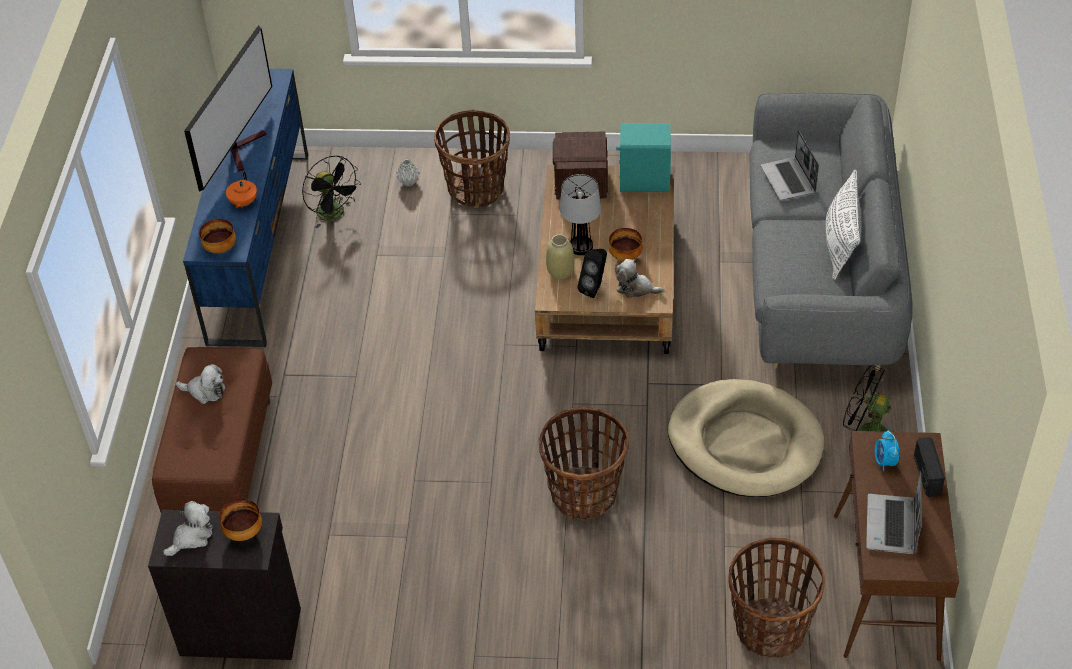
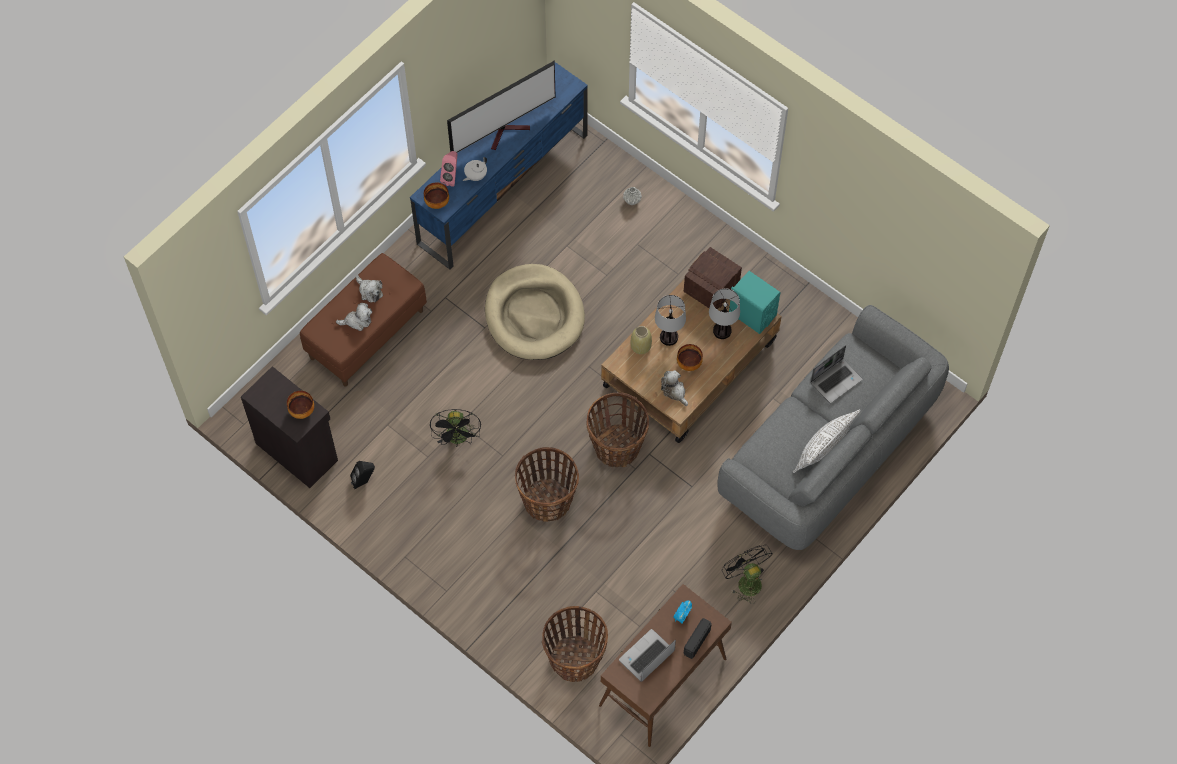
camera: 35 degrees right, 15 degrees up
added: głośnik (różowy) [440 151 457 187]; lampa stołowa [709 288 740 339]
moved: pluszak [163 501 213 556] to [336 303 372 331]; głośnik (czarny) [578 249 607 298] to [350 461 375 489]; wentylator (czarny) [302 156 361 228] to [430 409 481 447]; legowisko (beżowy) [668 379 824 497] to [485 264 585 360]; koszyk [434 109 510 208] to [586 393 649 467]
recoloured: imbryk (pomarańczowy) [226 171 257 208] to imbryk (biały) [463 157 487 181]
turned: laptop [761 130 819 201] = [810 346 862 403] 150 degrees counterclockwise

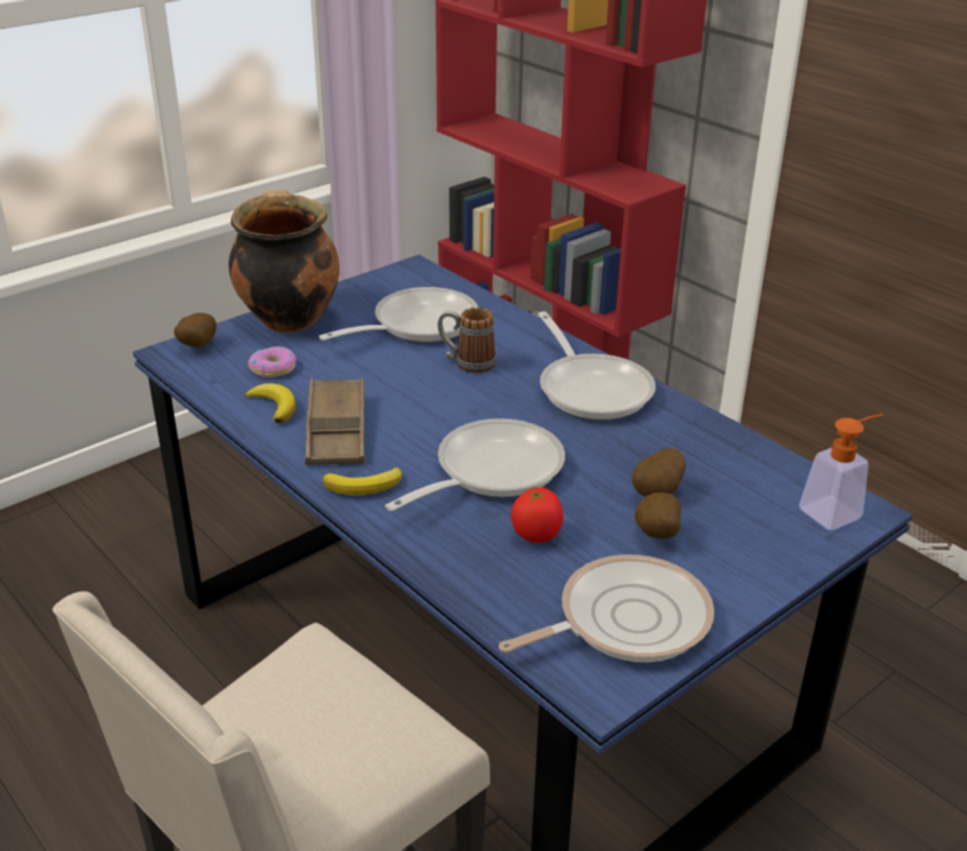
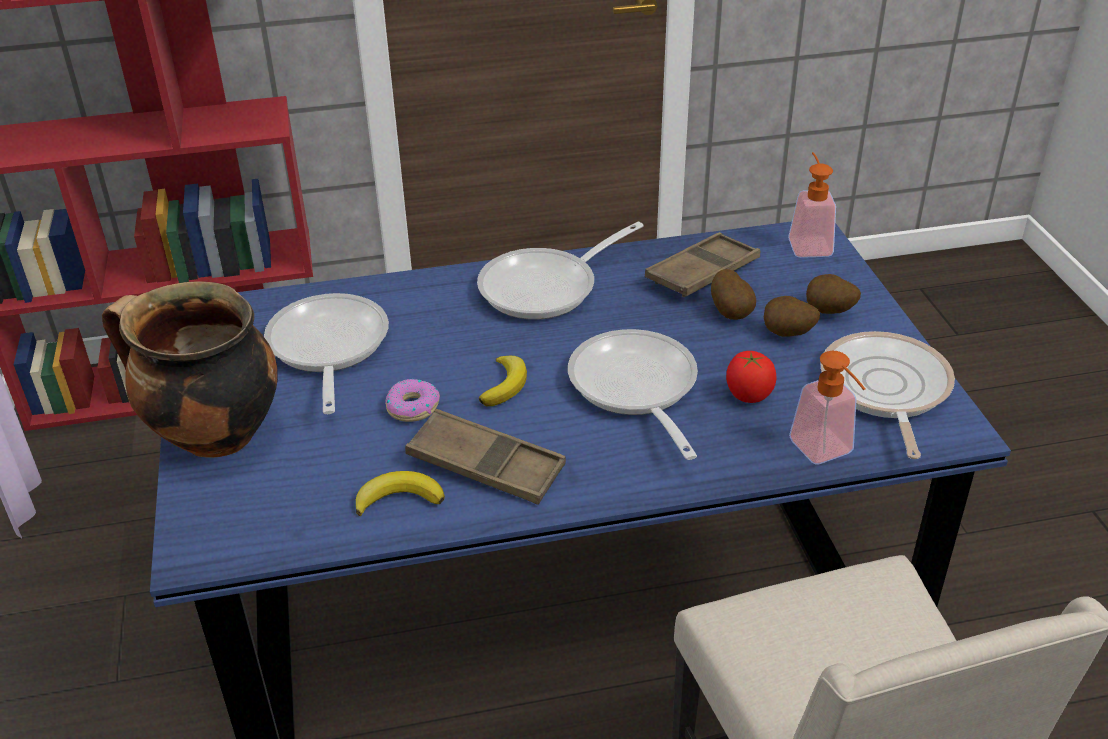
camera: 60 degrees left, 5 degrees up
removed: kubek [438 307 496 373]
added: taca (brązowy) [645 232 760 297]; dozownik mydła [789 351 865 464]
moved: donut [248 346 296 377] to [385 379 440 422]; banan [323 467 402 495] to [479 356 527 406]; ziemniak [174 313 216 347] to [806 274 861 314]
turned: patelnia [538 312 656 420] = [477 222 644 320] 135 degrees clockwise

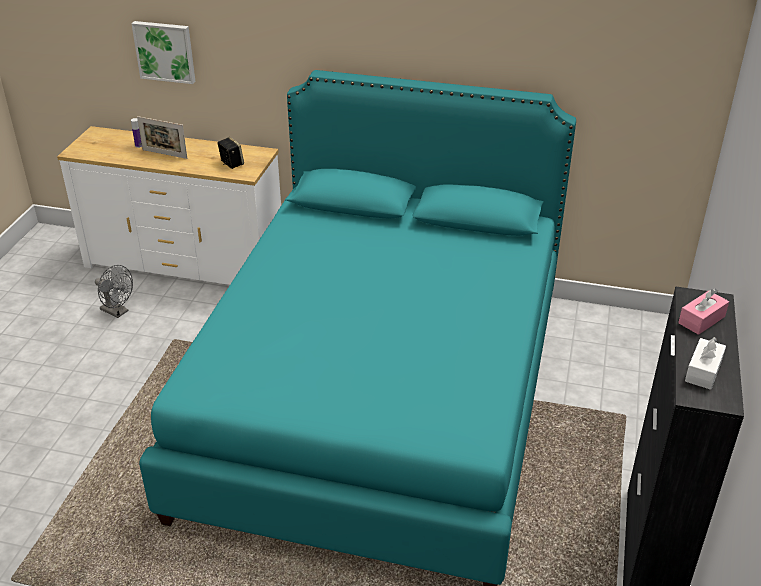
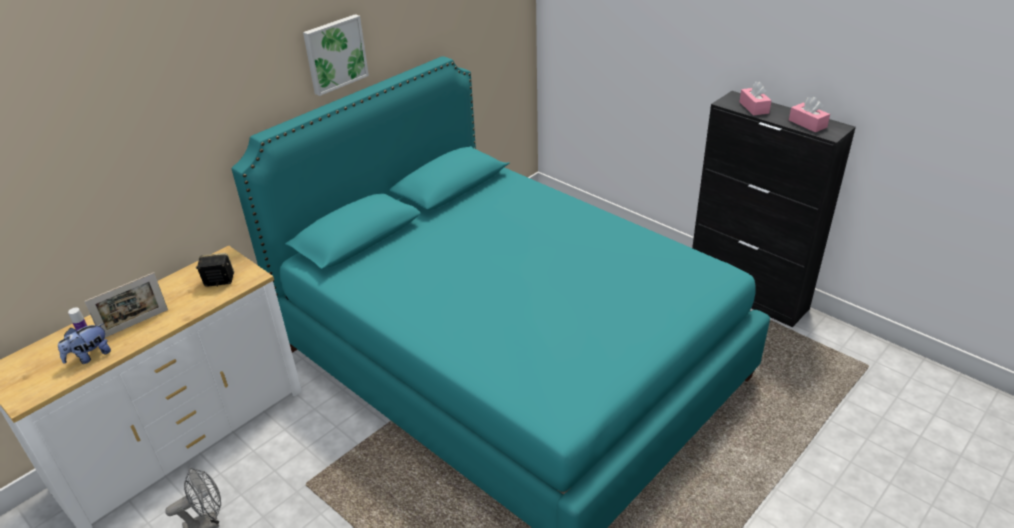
camera: 60 degrees left, 0 degrees up
added: pluszak [58 323 111 364]
moved: obraz [131 21 195 84] to [303 14 369 96]
recoloured: pudełko chusteczek (biały) [685 337 726 390] to pudełko chusteczek (różowy) [789 97 830 132]

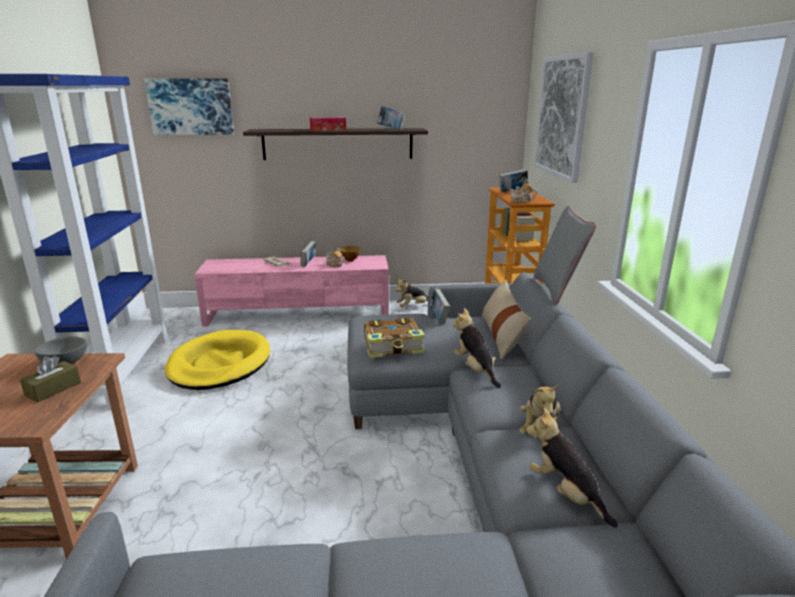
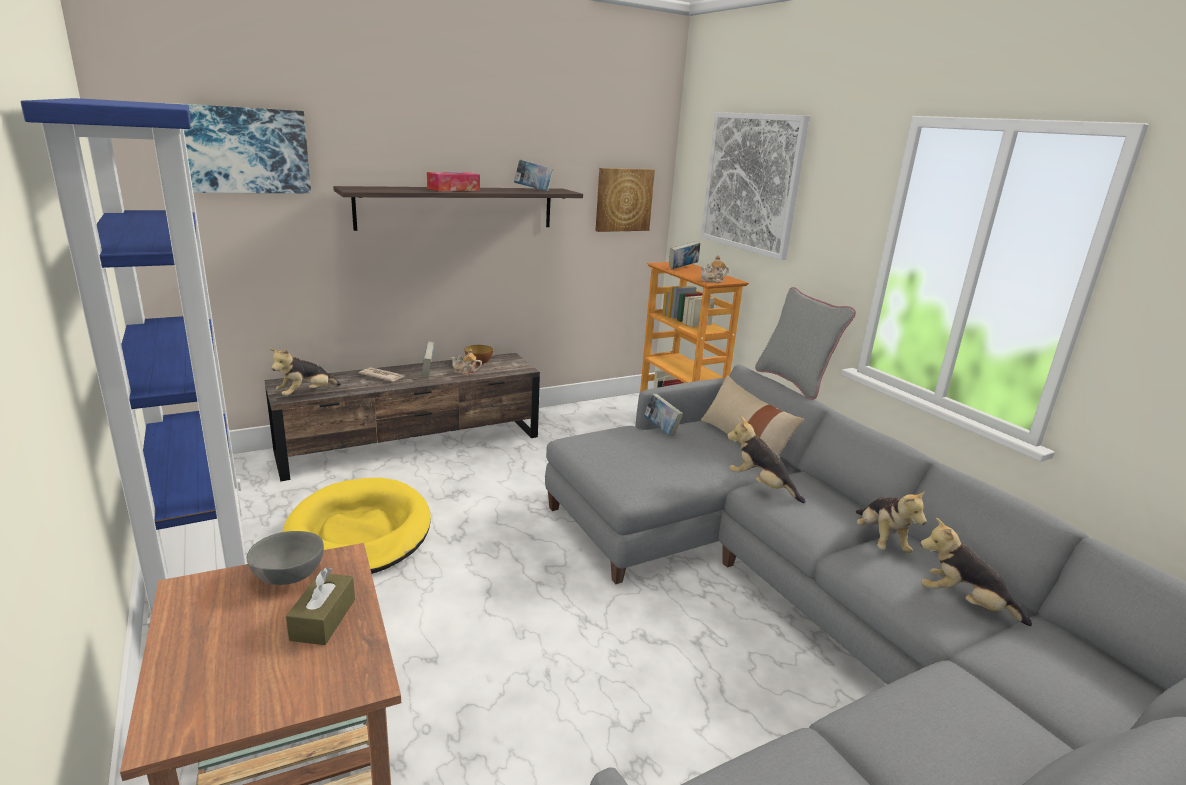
camera: 25 degrees left, 0 degrees up
removed: książka [364 318 425 358]
added: obraz [596 168 655 232]
moved: pluszak [396 278 428 307] to [270 348 341 396]
recoloured: szafka pod telewizor (różowy) [194 255 389 327] to szafka pod telewizor (brązowy) [264 353 540 482]

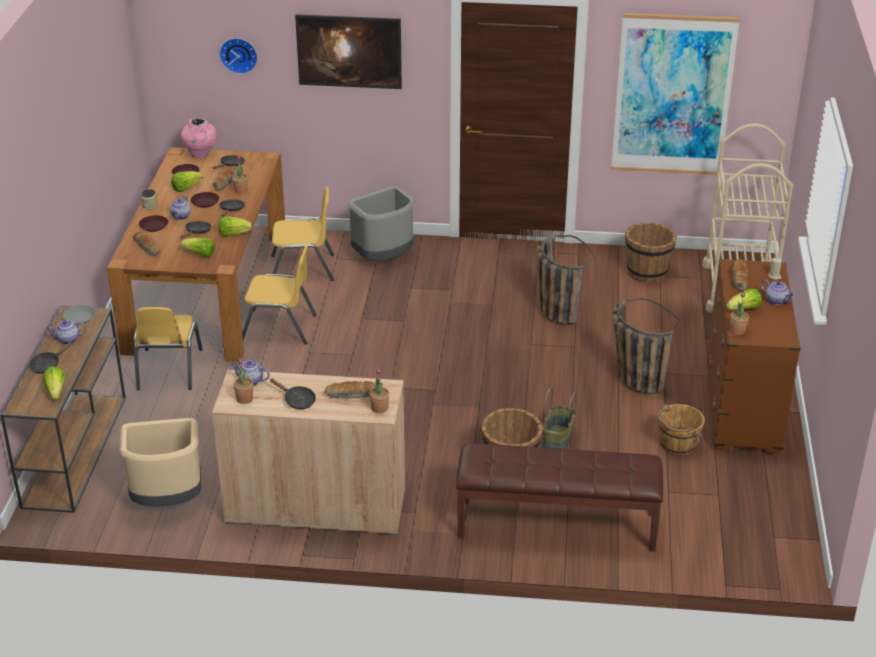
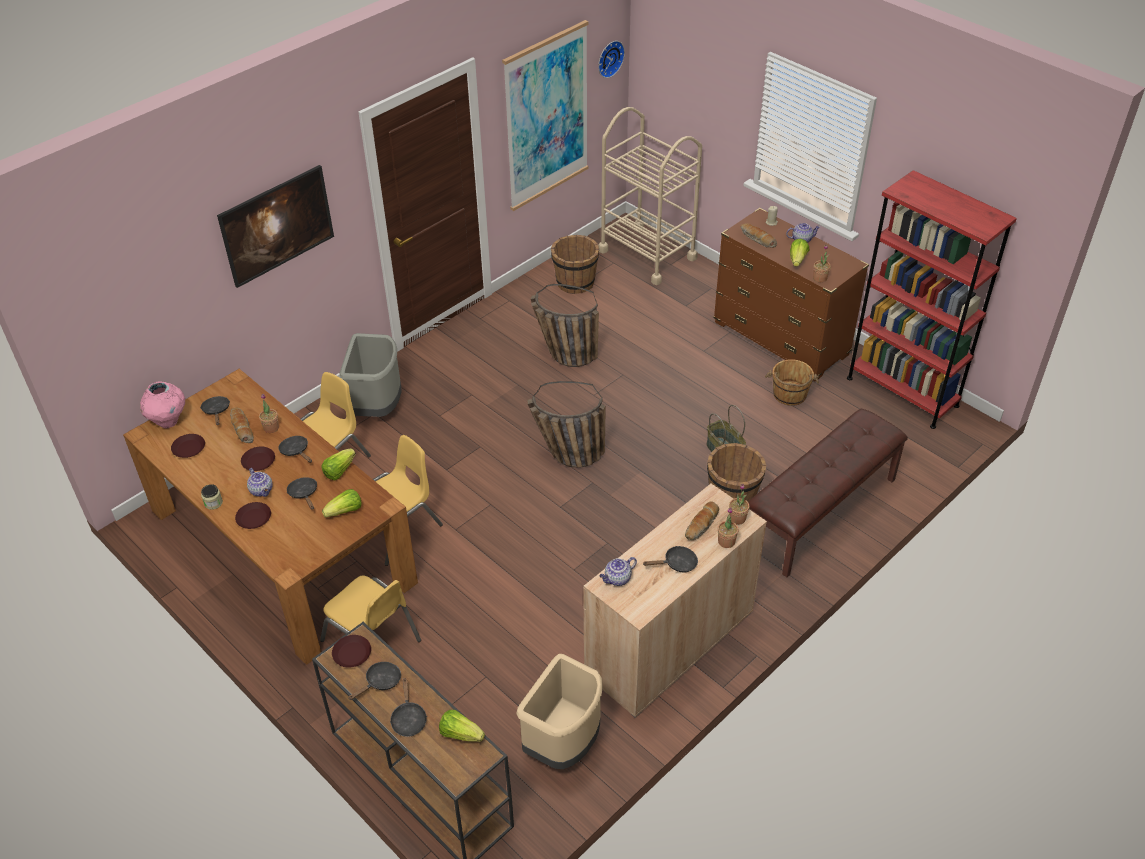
camera: 50 degrees left, 10 degrees up
removed: chleb [133 231 161 256]; sałata [171 171 202 192]
added: regał (czerwony) [847 170 1017 429]
moved: koszyk [612 298 680 394] to [527 381 606 468]; zegar ścienny [219 38 258 74] to [598 41 625 78]; roślina doniczkowa [233 359 253 404] to [718 507 738 548]
replaced: imbryk [46 320 86 344] to patelnia (czarny) [348 662 401 700]
recoloured: talerz (szary) [63 305 96 324] to talerz (brązowy) [332 635 371 668]

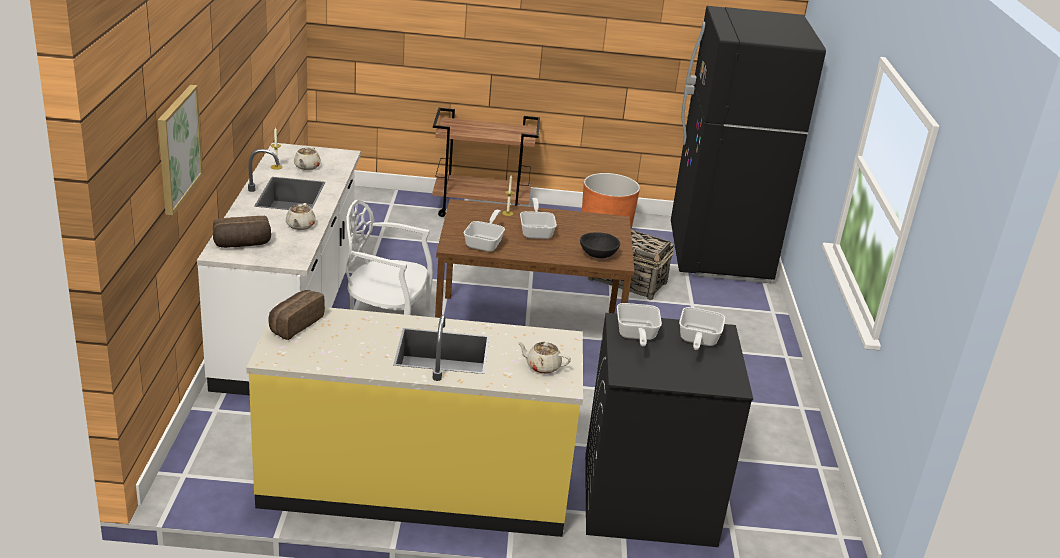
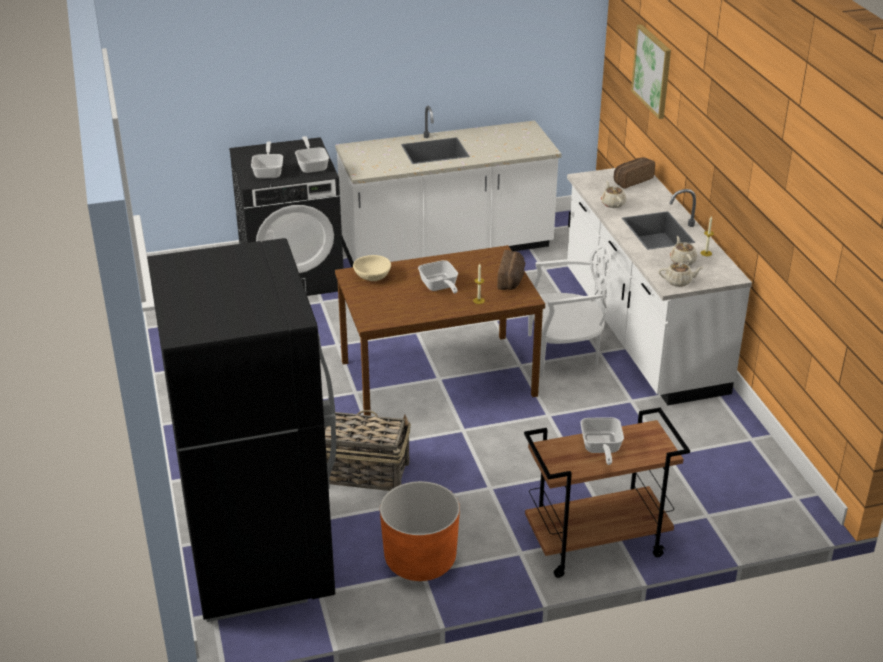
camera: 165 degrees right, 5 degrees up
moved: chleb [268 290 325 340] to [497 250 526 290]; patelnia [464 210 505 252] to [580 417 624 465]; imbryk (beżowy) [517 342 571 374] to [659 262 703 287]
recoloured: zabudowa kuchenna (żółty) [246 303 583 537] to zabudowa kuchenna (biały) [335 106 562 267]; miska (czarny) [580 232 620 258] to miska (beżowy) [353 255 391 281]

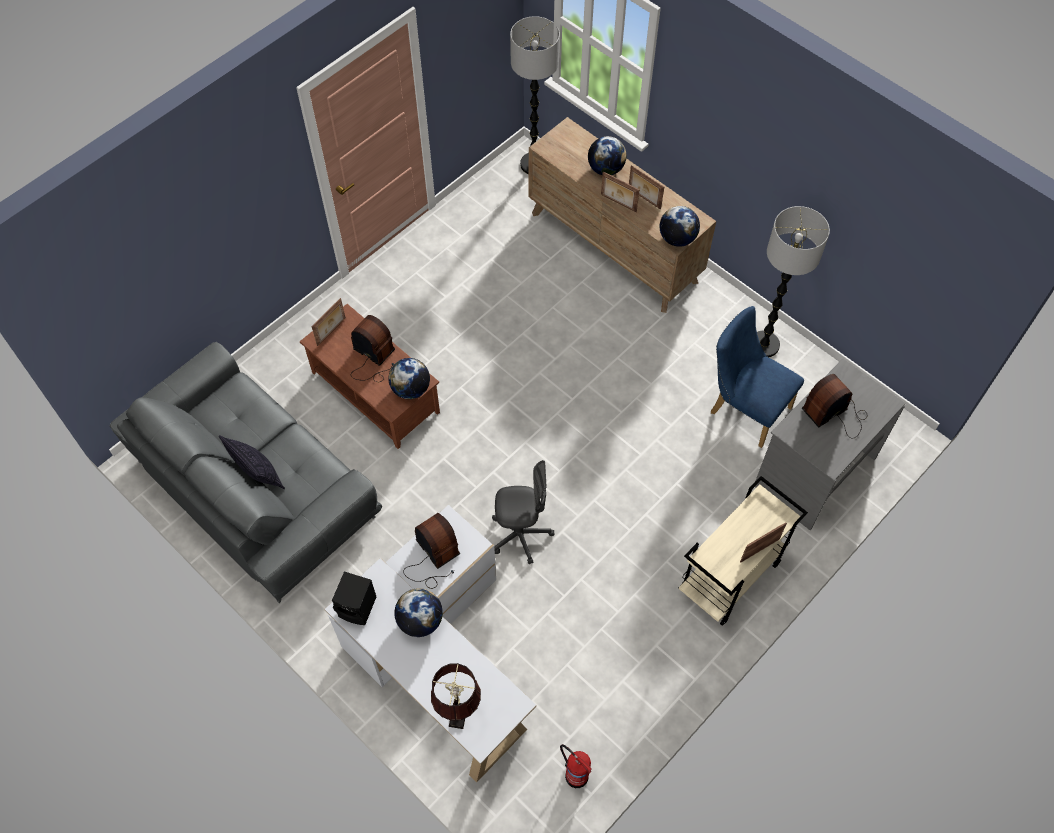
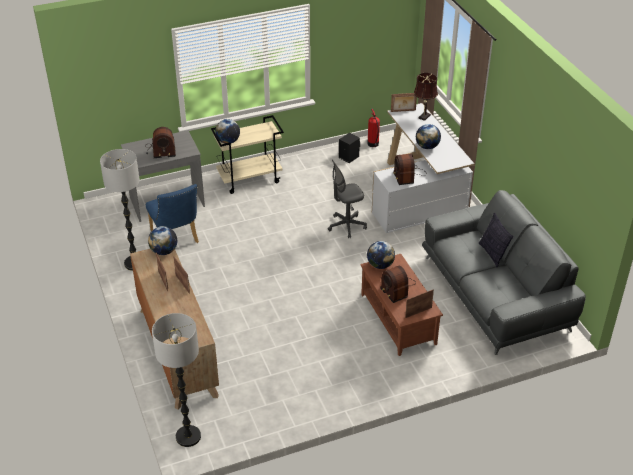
camera: 155 degrees left, 20 degrees down
moved: globus [588 136 627 175] to [215 119 240 144]; głośnik (czarny) [332 571 376 625] to [339 133 360 163]; ramka na zdjęcie [740 523 787 563] to [391 93 417 112]
turned: krzesło biurowe (szary) [492 460 554 564] = [328 160 367 238] 45 degrees counterclockwise

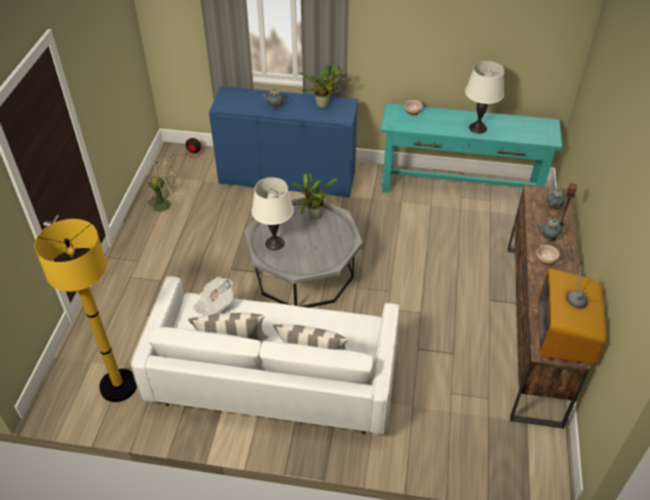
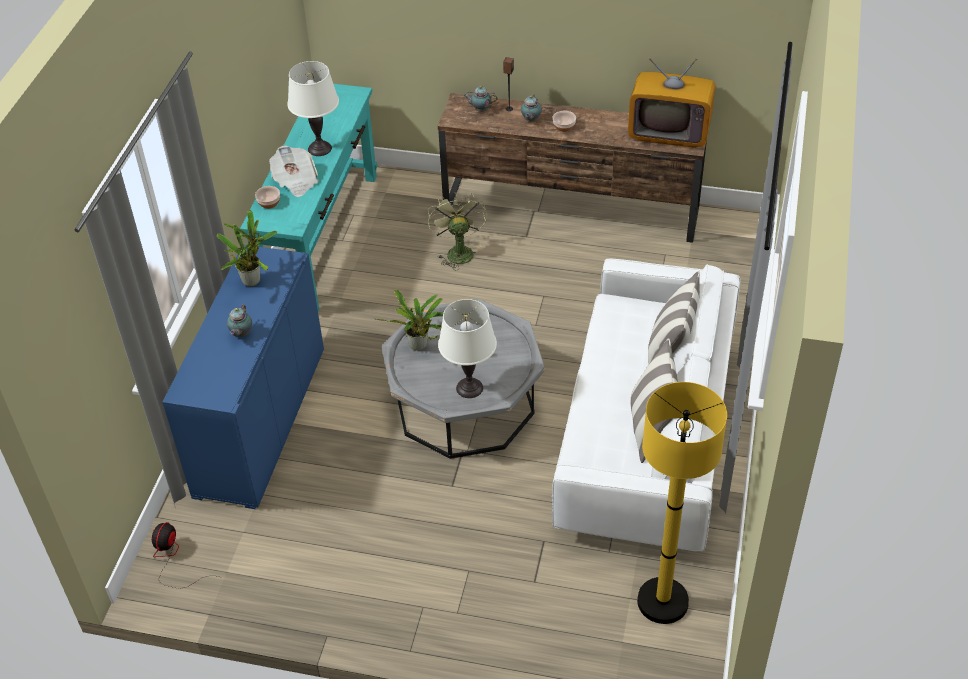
camera: 85 degrees left, 0 degrees up
moved: gazeta [193 277 234 316] to [269 145 319 197]; wentylator (zielony) [145 159 177 215] to [428 192 487 270]

